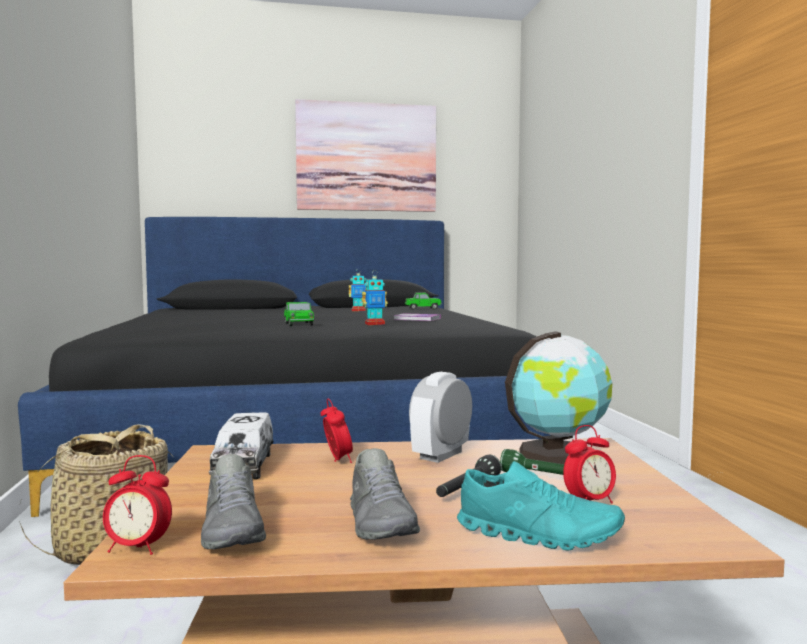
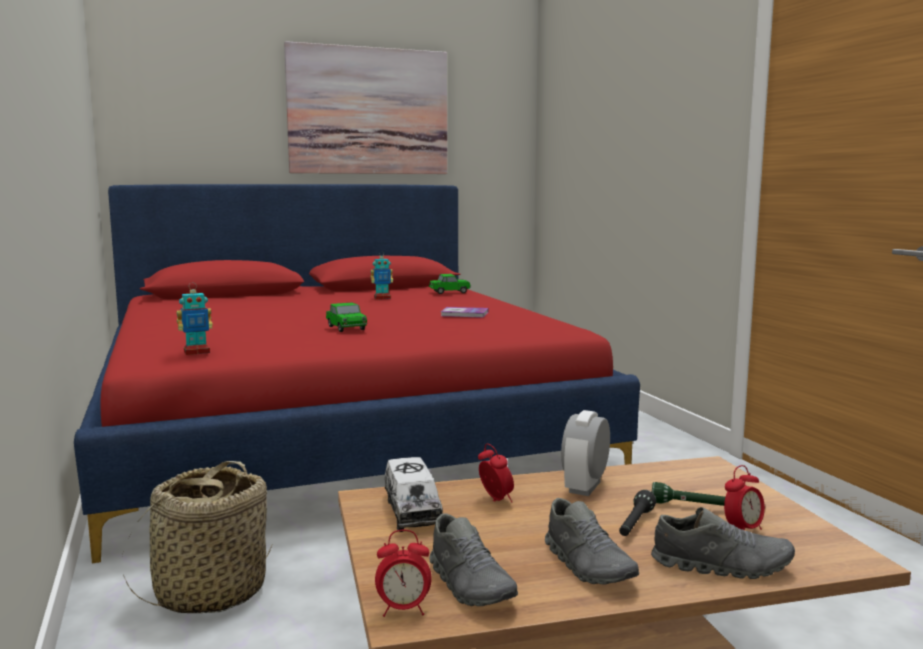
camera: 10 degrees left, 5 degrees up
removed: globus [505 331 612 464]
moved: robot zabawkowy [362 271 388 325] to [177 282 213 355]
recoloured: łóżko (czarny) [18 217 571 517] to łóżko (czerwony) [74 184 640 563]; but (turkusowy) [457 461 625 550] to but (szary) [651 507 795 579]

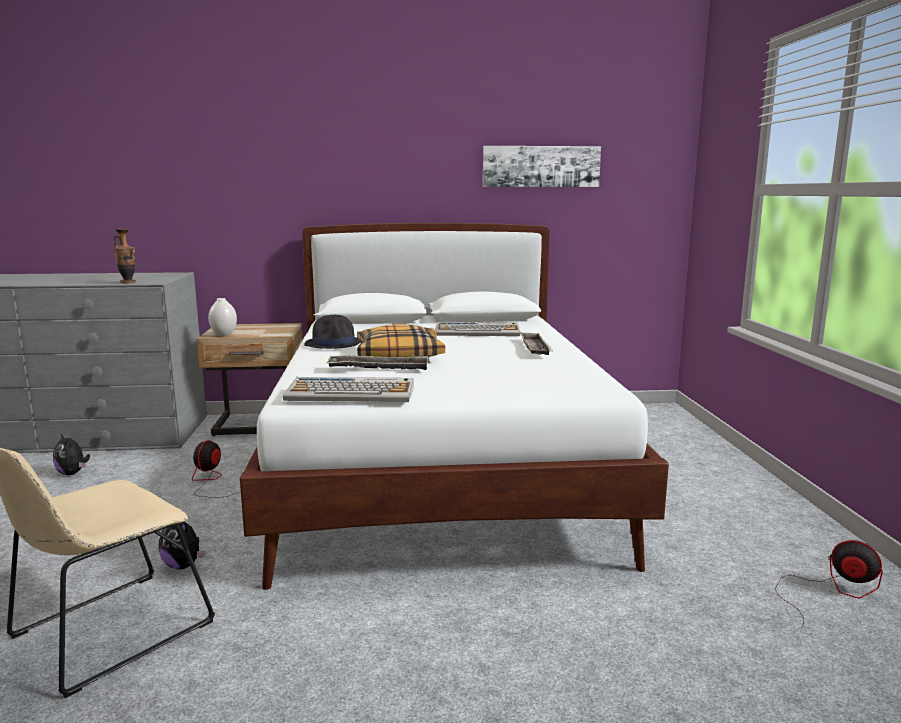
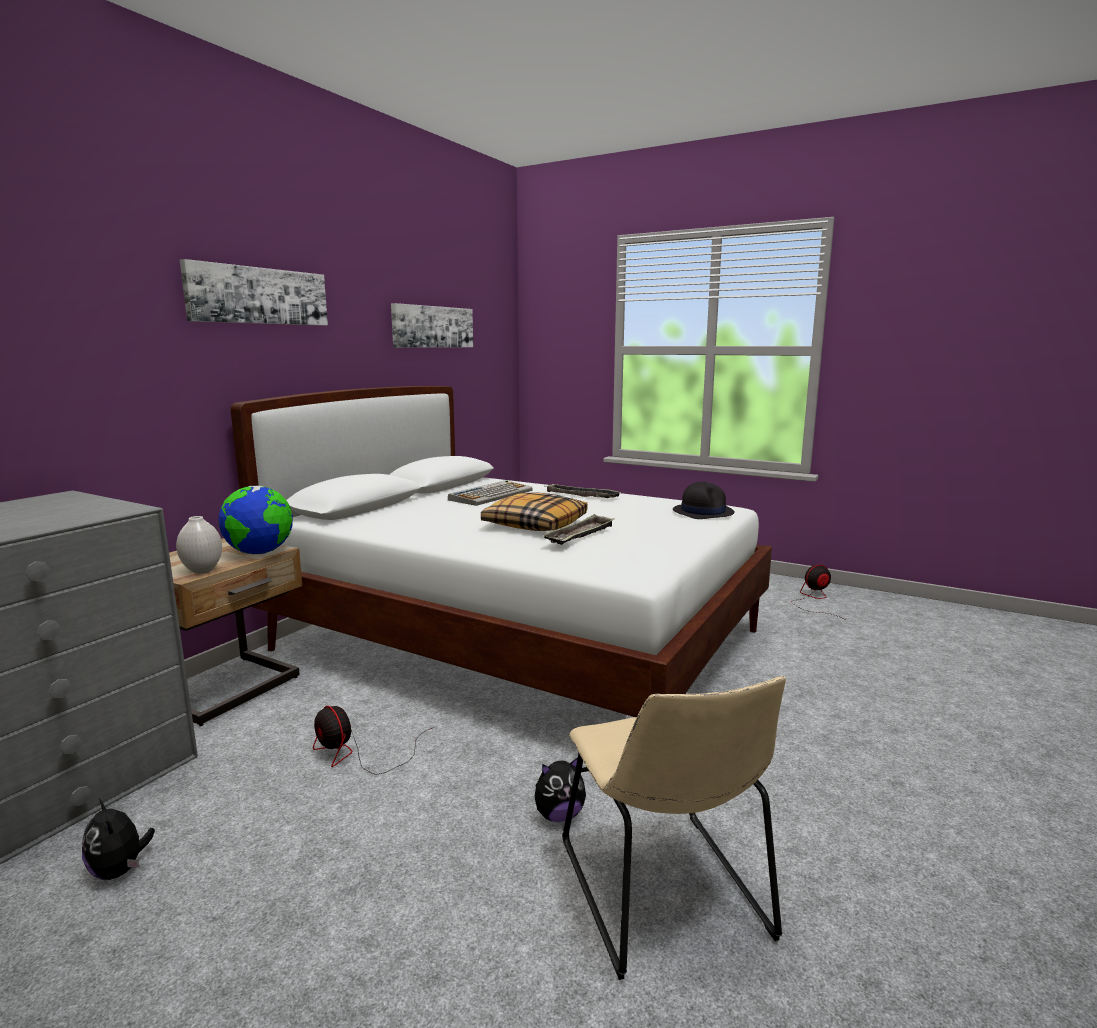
camera: 55 degrees left, 0 degrees up
removed: wazon [113 229 136 283]; klawiatura [283 377 414 402]
added: obraz [180 259 328 326]; globus [218 486 293 554]
moved: kapelusz (czarny) [304 315 360 349] to [673 482 735 519]
turned: pluszak [53 433 90 475] = [82 799 155 880] 60 degrees clockwise

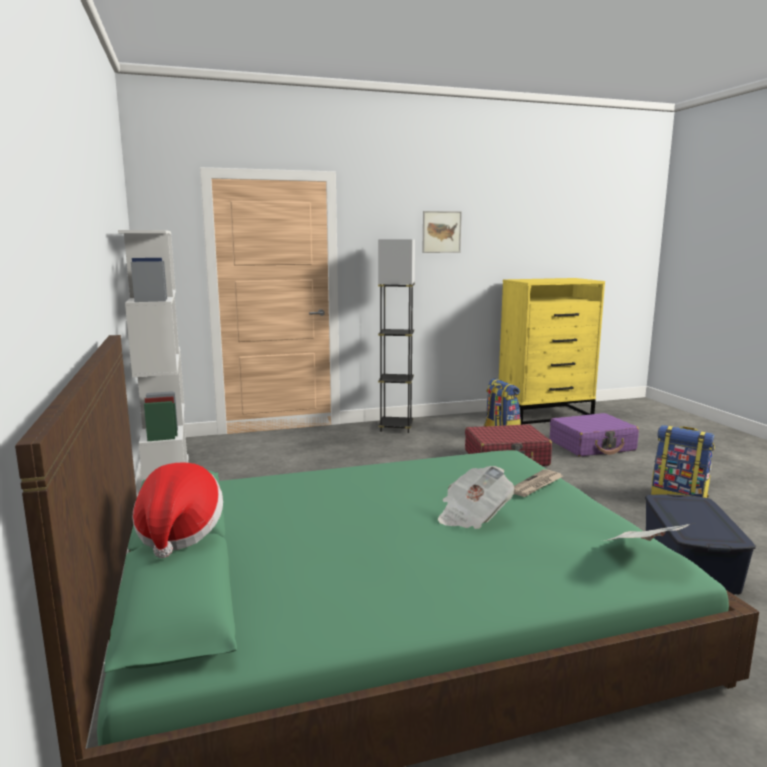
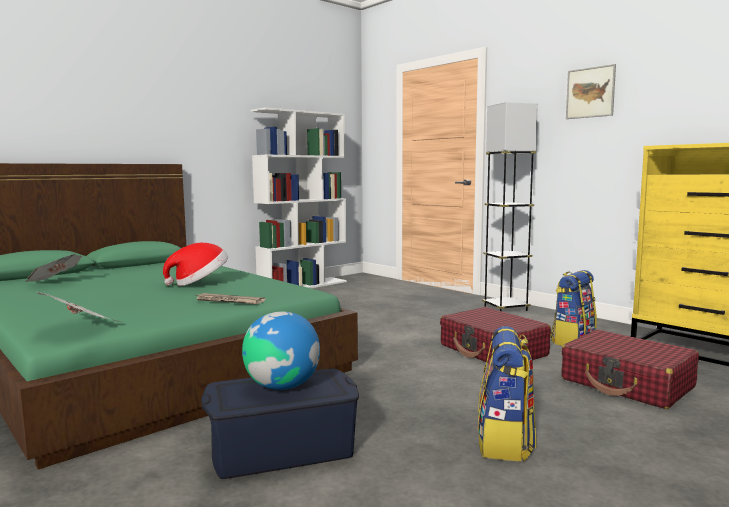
camera: 65 degrees right, 5 degrees down
added: globus [242 312 320 390]
moved: gazeta [438 466 514 529] to [25 254 82 282]; kapelusz [132 463 223 558] to [163 243 228 286]
recoloured: walizka (fioletowy) [550 413 639 456] to walizka (czerwony) [561 329 699 409]

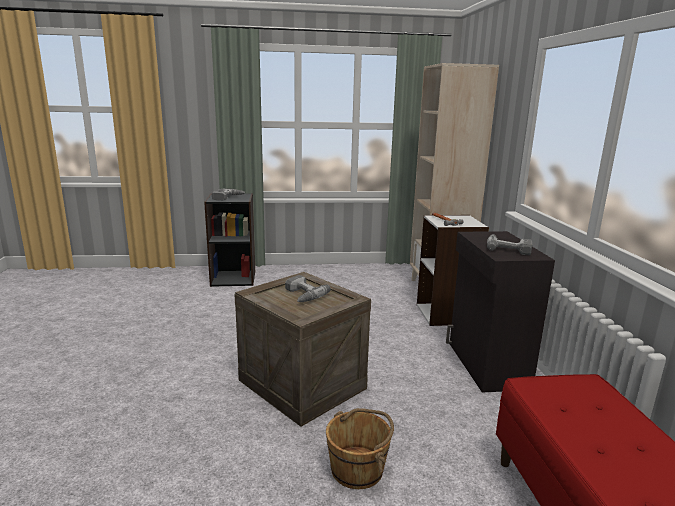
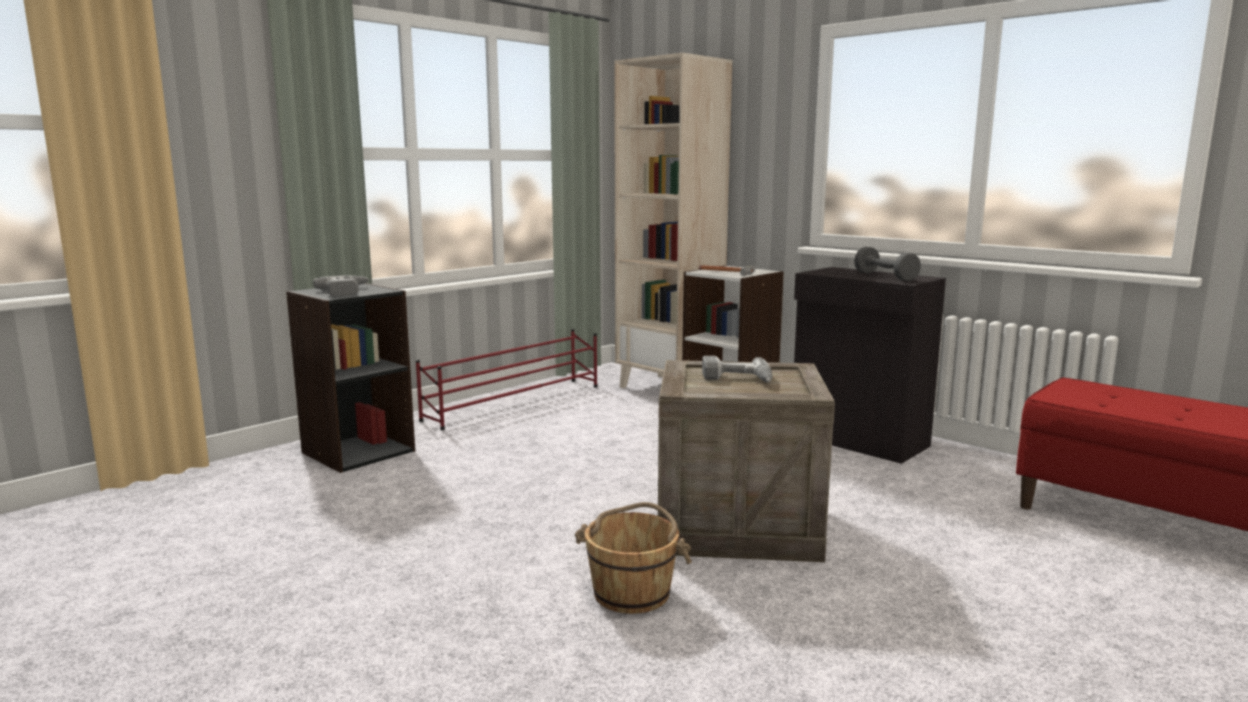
camera: 40 degrees left, 5 degrees down
added: regał na buty (czerwony) [416 329 597 430]
moved: wiadro (brązowy) [326 408 394 489] to [575 502 692 614]
replaced: wiertarka [487 234 532 255] to hantel (szary) [854 247 921 281]

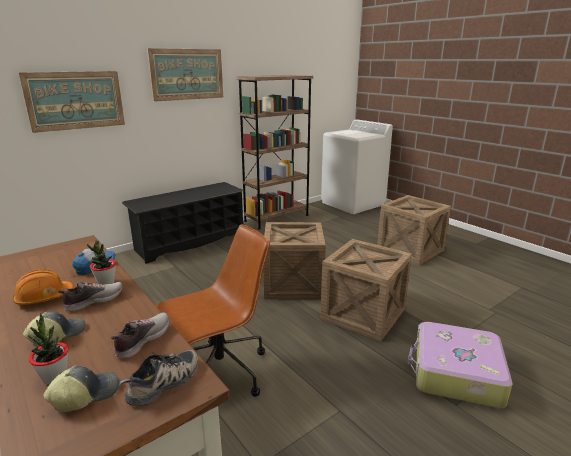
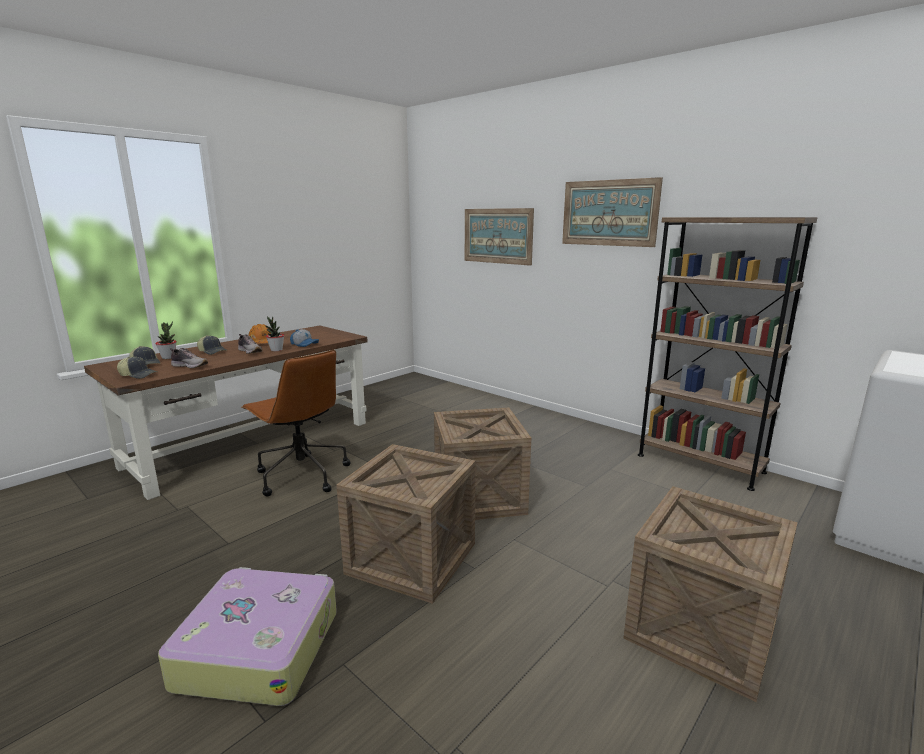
camera: 80 degrees right, 5 degrees down
removed: regał na buty (czarny) [122 182 244 264]
replaced: but [119 350 198 406] to czapka z daszkiem [117 357 157 379]

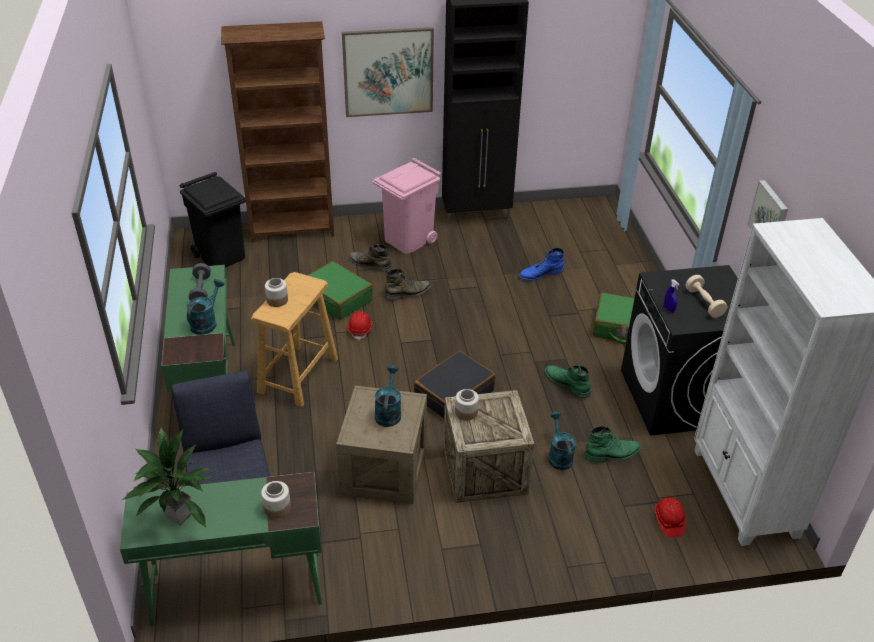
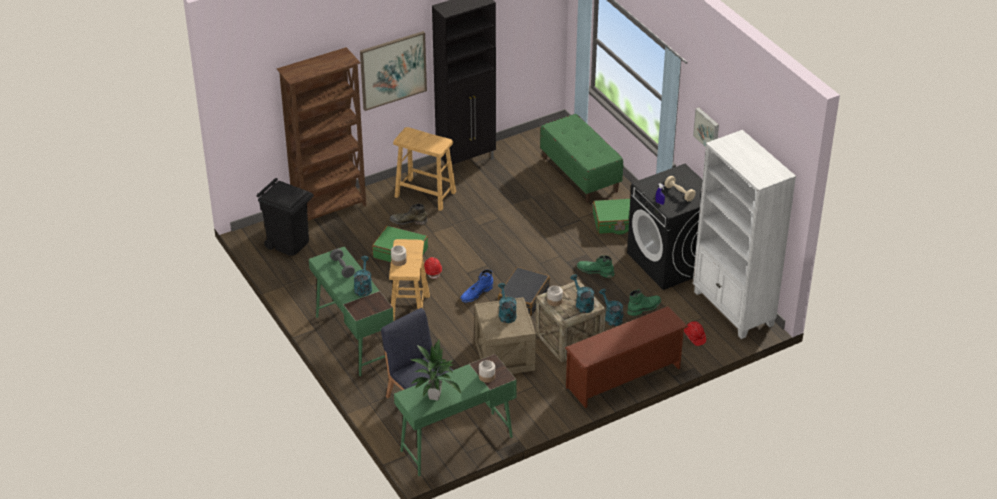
camera: 20 degrees left, 0 degrees up
removed: but z cholewką (zielony) [385 268 431 300]
added: ławka (zielony) [540 114 624 203]; regał na buty (brązowy) [565 306 688 408]; konewka (turkusowy) [570 274 594 313]
moved: but z cholewką (niebieski) [519 248 564 281] to [460 269 493 302]
replaced: kosz na śmieci (różowy) [373 158 441 254] to stołek (beżowy) [393 127 456 211]

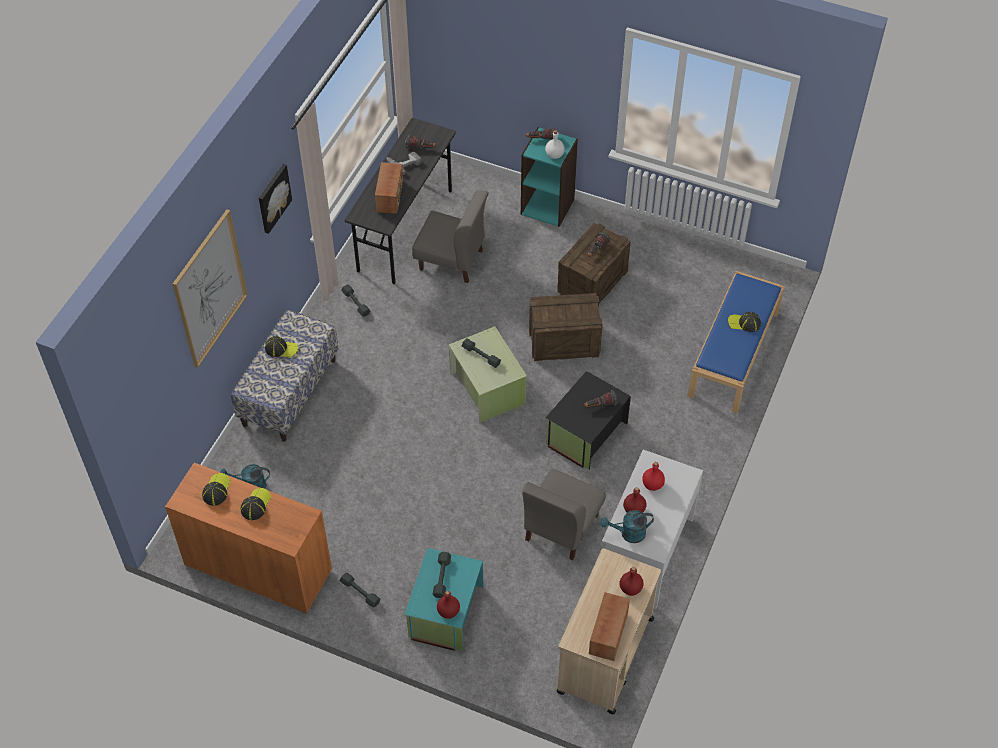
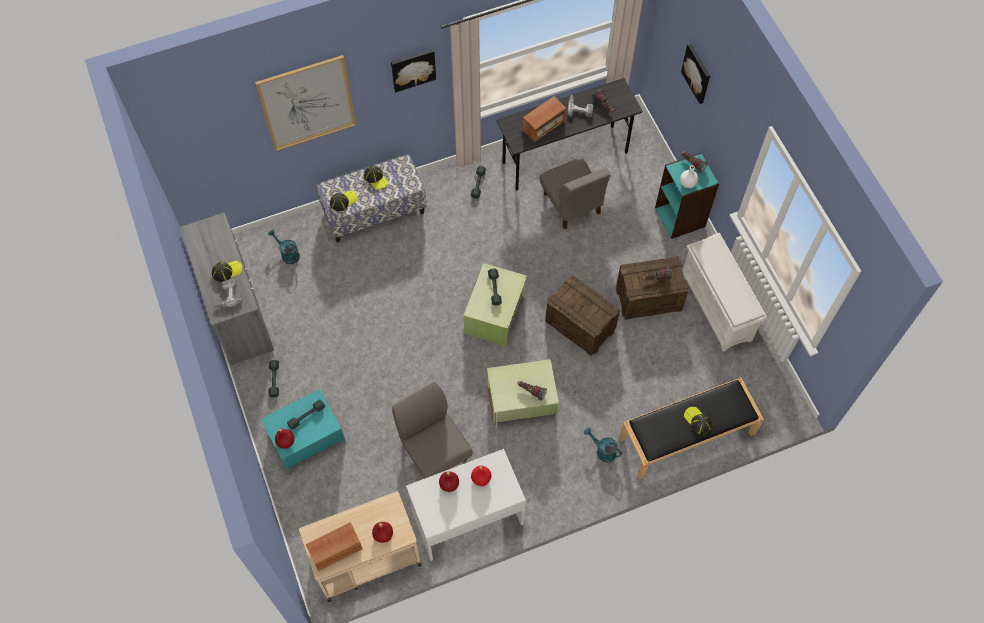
camera: 45 degrees right, 10 degrees up
added: wiertarka [214 279 242 308]; obraz [681 43 710 104]; regał na buty (biały) [682 233 767 352]
moved: czapka z daszkiem [202 473 231 506] to [330 190 357 211]; konewka (turkusowy) [601 510 654 543] to [584 428 622 463]
recoloured: szafka (pomarańczowy) [165 463 332 614] to szafka (szary) [180 212 274 365]; pojemnik do przechowywania (czarny) [545 371 631 470] to pojemnik do przechowywania (zielony) [487 359 559 428]; ławka (niebieski) [688 271 785 413] to ławka (czarny) [619 377 764 480]
turned: krzesło (szary) [522 469 606 560] = [392 382 473 479] 75 degrees clockwise

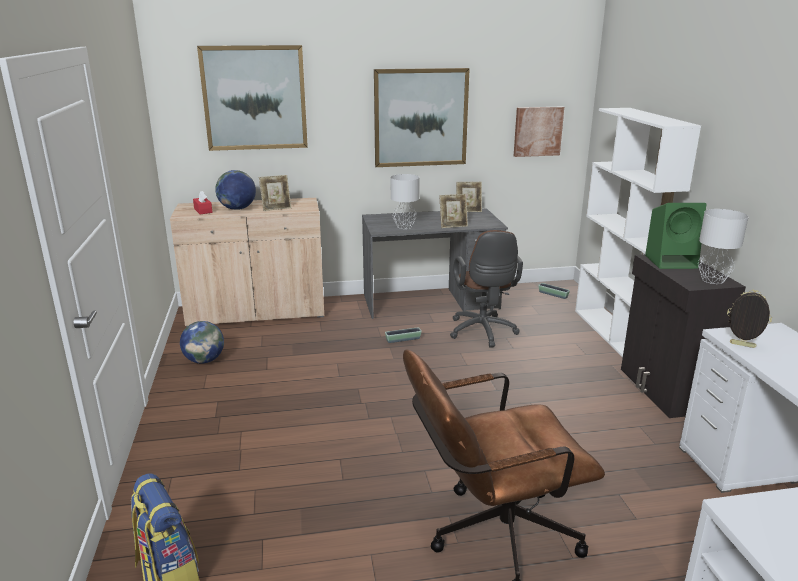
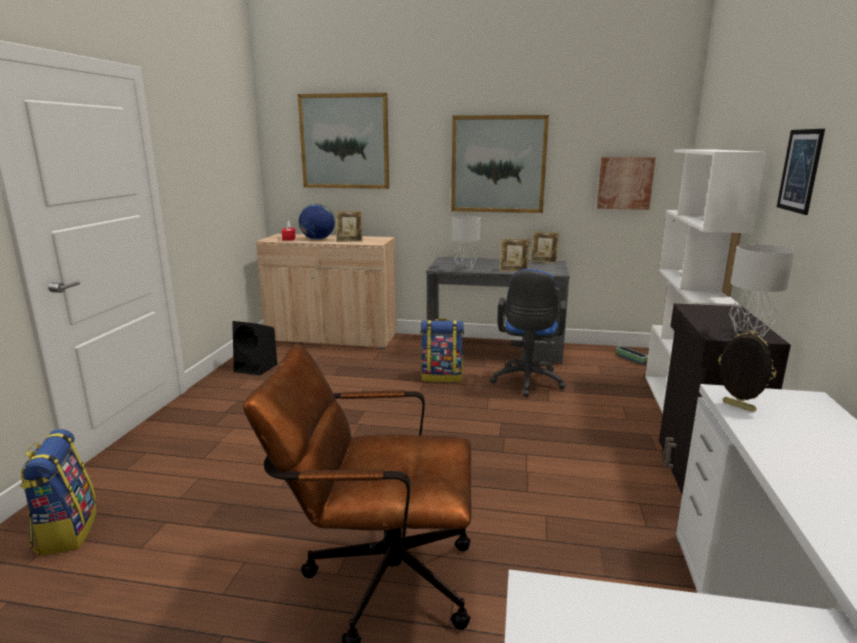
camera: 20 degrees right, 5 degrees down
removed: głośnik (zielony) [645 203 706 269]
added: obraz [777 129 825 215]
replaced: globus [180 321 224 364] to głośnik (czarny) [232 321 277 376]; donica [385 327 422 343] to plecak [420 318 464 383]
recoloured: krzesło biurowe (brązowy) [450 230 523 348] to krzesło biurowe (niebieski) [490 269 566 397]

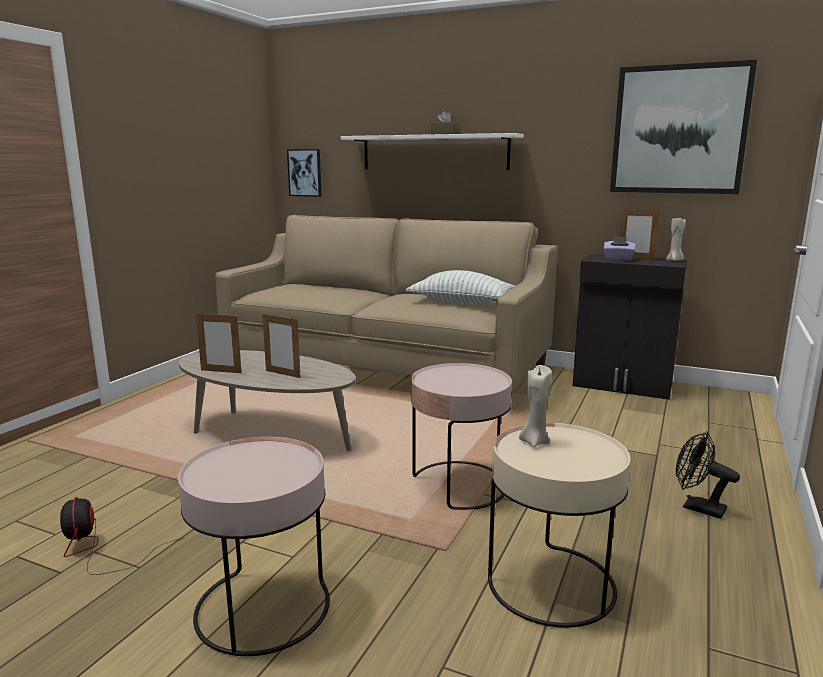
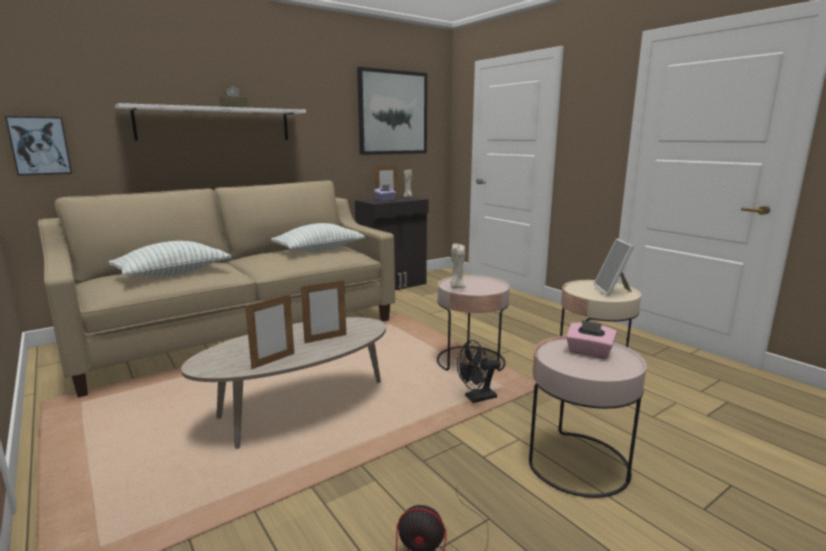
camera: 60 degrees left, 0 degrees up
added: poduszka [109 241 231 277]; pudełko chusteczek (różowy) [566 320 617 359]; ramka na zdjęcie [594 238 634 296]
moved: świeca (beżowy) [519 365 552 447] to [450 244 466 288]; wentylator (czarny) [676 432 740 519] to [457 340 501 403]

